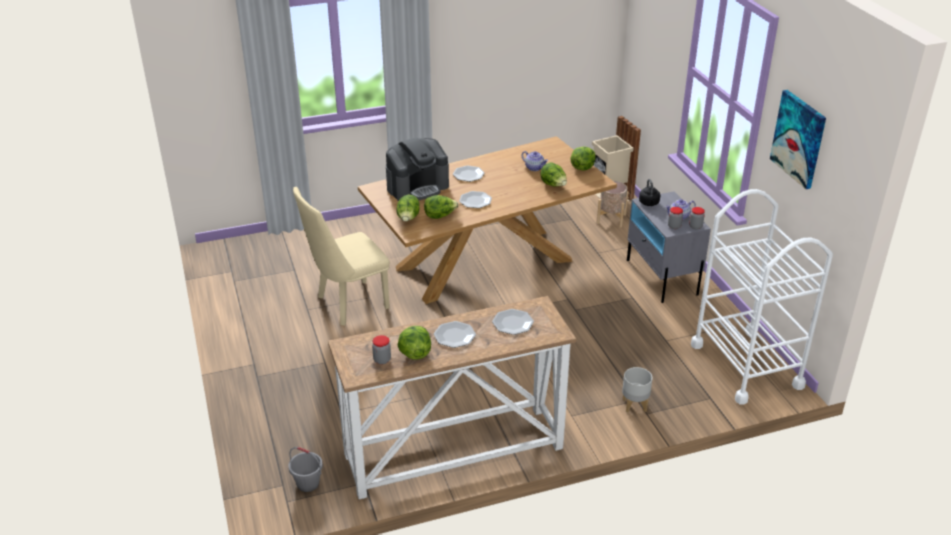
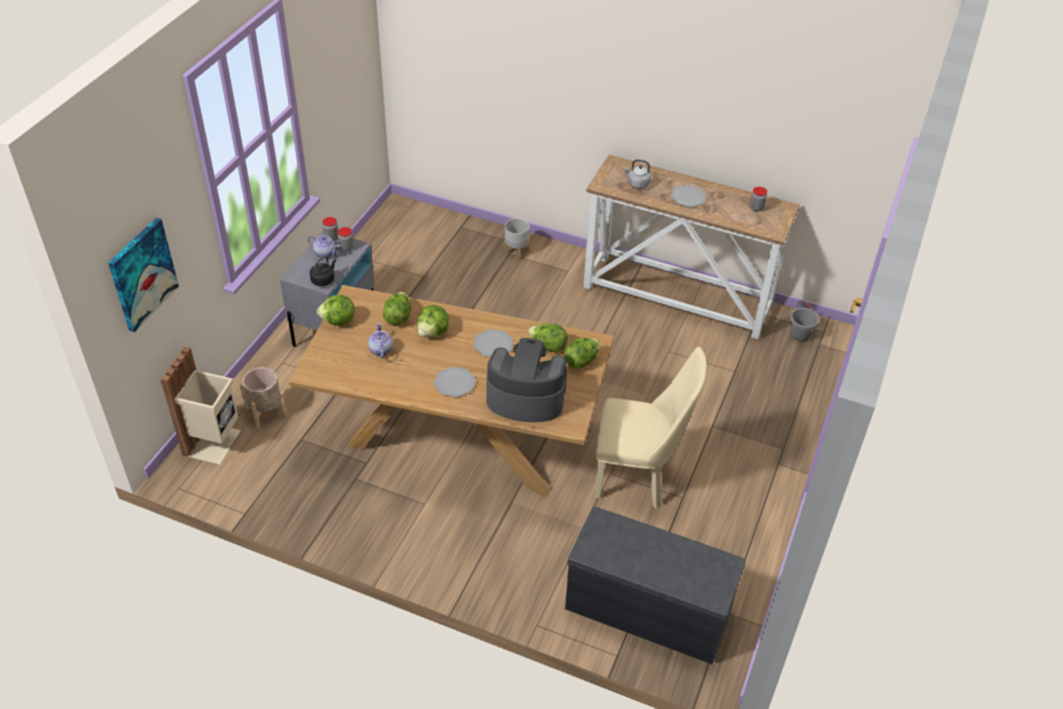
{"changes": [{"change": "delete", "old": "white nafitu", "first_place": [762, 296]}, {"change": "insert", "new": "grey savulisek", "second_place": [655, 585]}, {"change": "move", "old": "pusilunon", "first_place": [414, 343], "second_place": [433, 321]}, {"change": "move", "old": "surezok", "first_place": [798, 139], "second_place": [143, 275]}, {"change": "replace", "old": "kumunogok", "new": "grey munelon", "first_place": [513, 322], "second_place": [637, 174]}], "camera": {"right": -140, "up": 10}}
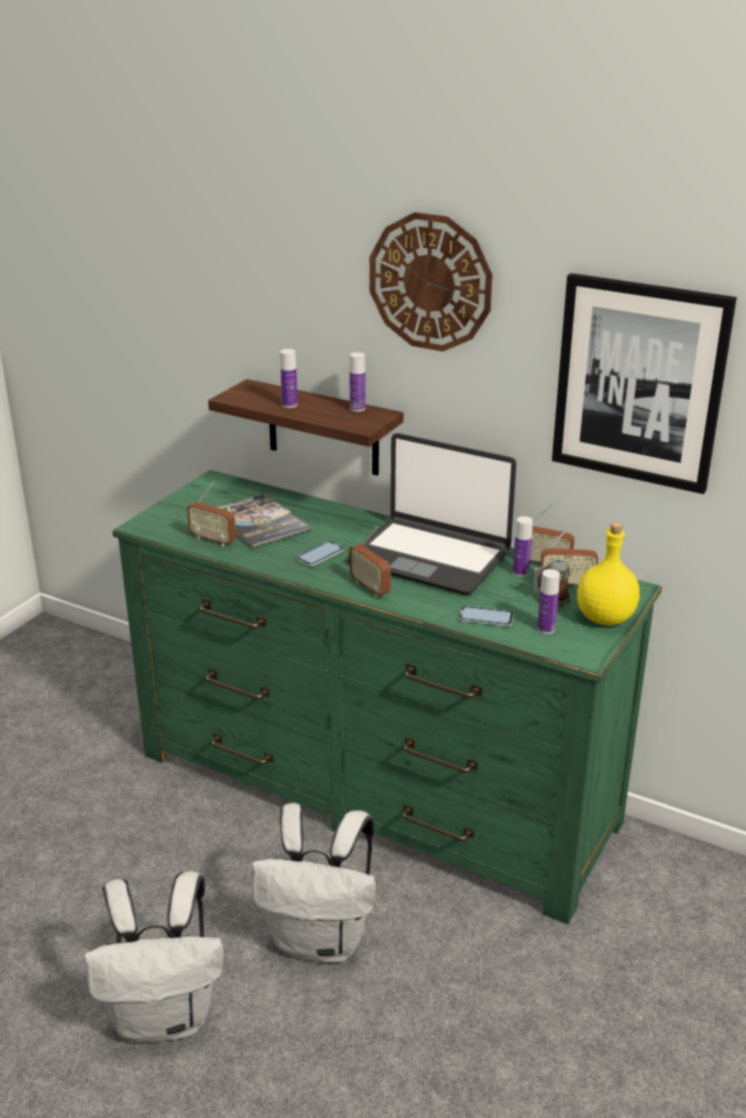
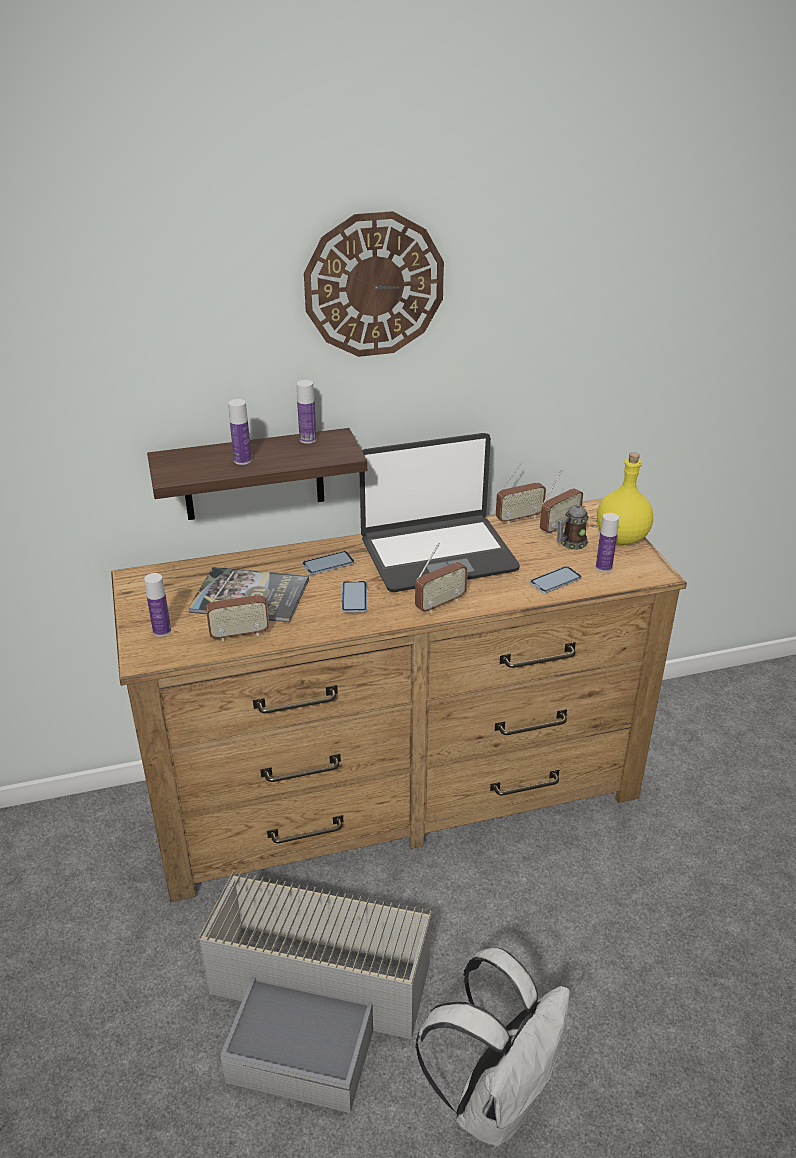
{"changes": [{"change": "delete", "old": "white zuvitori", "first_place": [314, 883]}, {"change": "delete", "old": "surezok", "first_place": [644, 383]}, {"change": "insert", "new": "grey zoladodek", "second_place": [315, 992]}, {"change": "insert", "new": "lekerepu", "second_place": [328, 563]}, {"change": "move", "old": "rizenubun", "first_place": [523, 546], "second_place": [157, 605]}, {"change": "recolor", "old": "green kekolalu", "new": "brown kekolalu", "first_place": [387, 697], "second_place": [399, 700]}, {"change": "rotate", "old": "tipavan", "first_place": [370, 562], "second_place": [441, 578], "degrees": -45}], "camera": {"right": -45, "up": 5}}
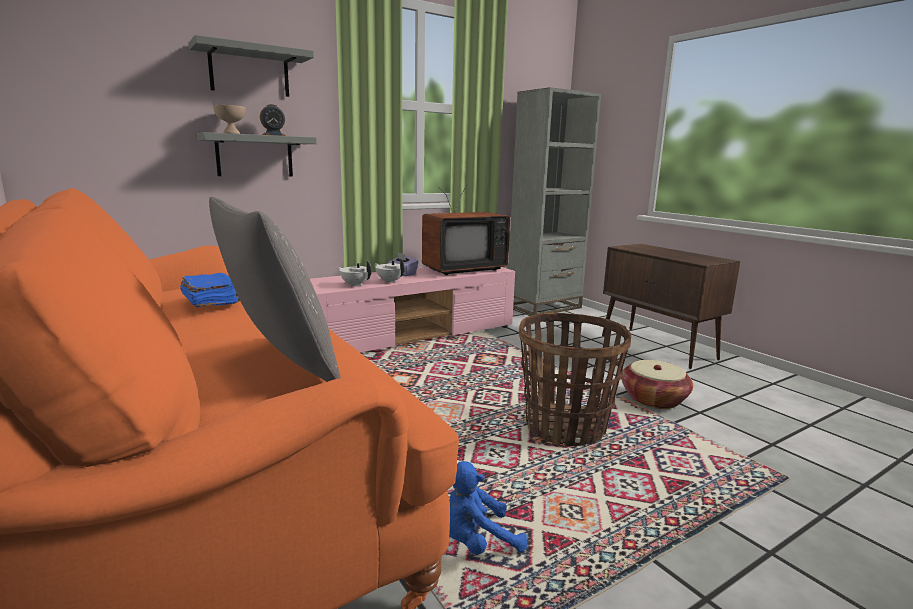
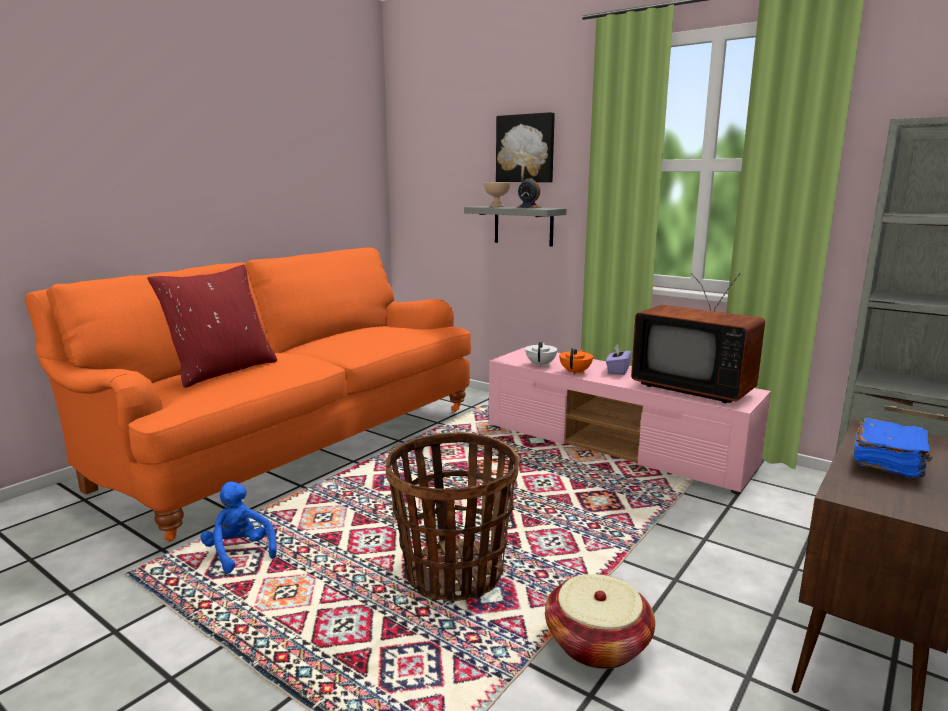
{"changes": [{"change": "move", "old": "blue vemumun", "first_place": [210, 290], "second_place": [893, 448]}, {"change": "replace", "old": "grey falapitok", "new": "surezok", "first_place": [251, 66], "second_place": [525, 147]}, {"change": "recolor", "old": "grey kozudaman", "new": "red kozudaman", "first_place": [275, 289], "second_place": [212, 326]}, {"change": "recolor", "old": "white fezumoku", "new": "orange fezumoku", "first_place": [390, 270], "second_place": [576, 361]}], "camera": {"right": 70, "up": 0}}
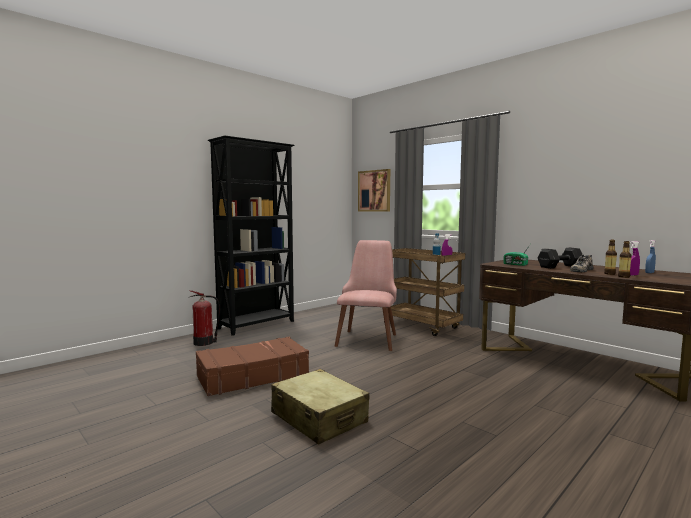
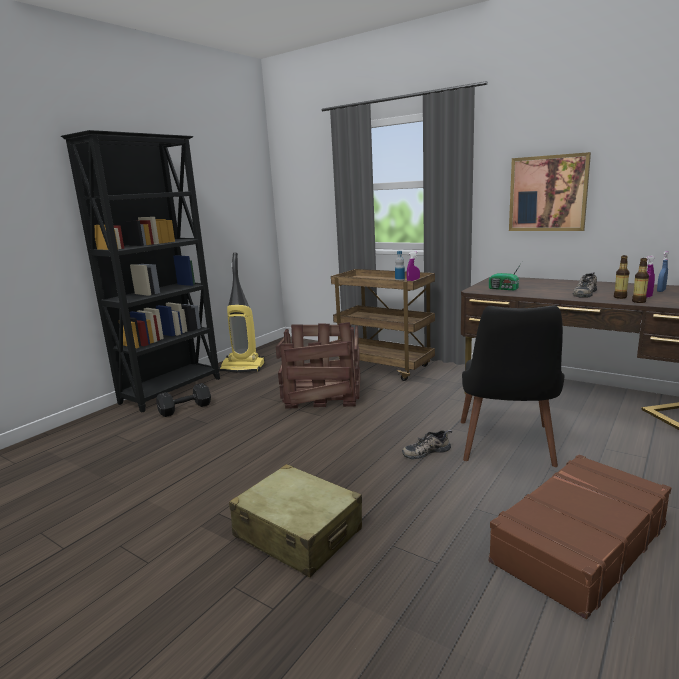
{"changes": [{"change": "delete", "old": "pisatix", "first_place": [204, 318]}, {"change": "insert", "new": "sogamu", "second_place": [242, 313]}, {"change": "insert", "new": "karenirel", "second_place": [427, 444]}, {"change": "insert", "new": "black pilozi", "second_place": [513, 386]}, {"change": "move", "old": "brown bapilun", "first_place": [252, 366], "second_place": [580, 536]}, {"change": "move", "old": "surezok", "first_place": [374, 190], "second_place": [550, 191]}, {"change": "move", "old": "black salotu", "first_place": [560, 258], "second_place": [183, 400]}, {"change": "replace", "old": "pink pilozi", "new": "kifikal", "first_place": [366, 295], "second_place": [318, 365]}], "camera": {"right": -10, "up": 10}}
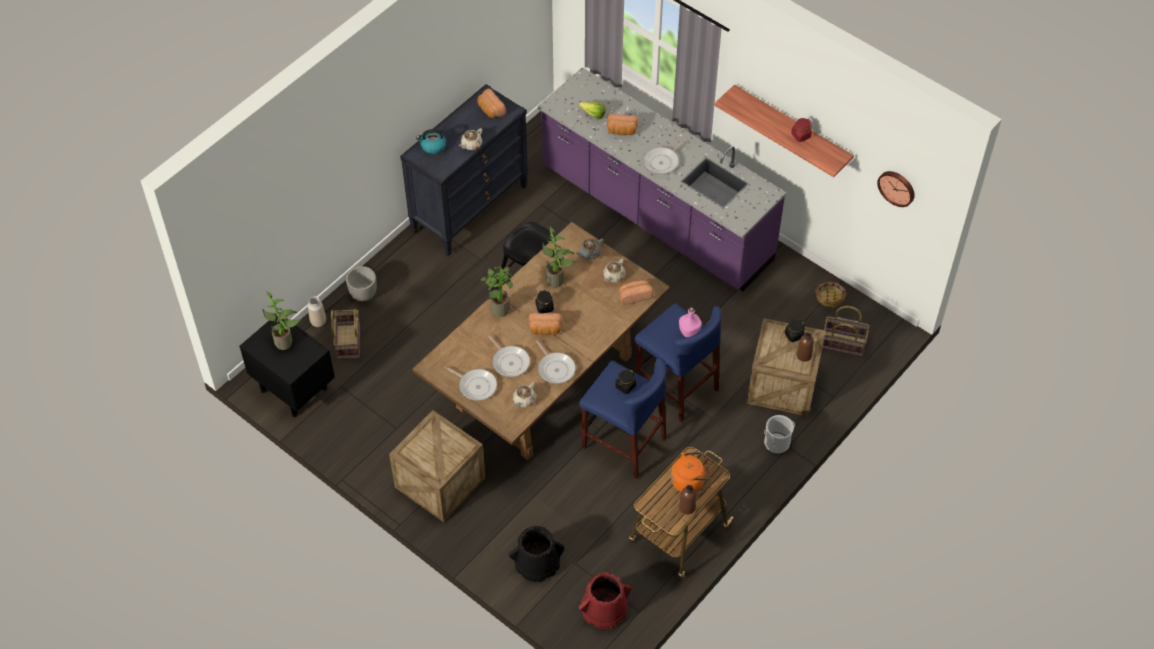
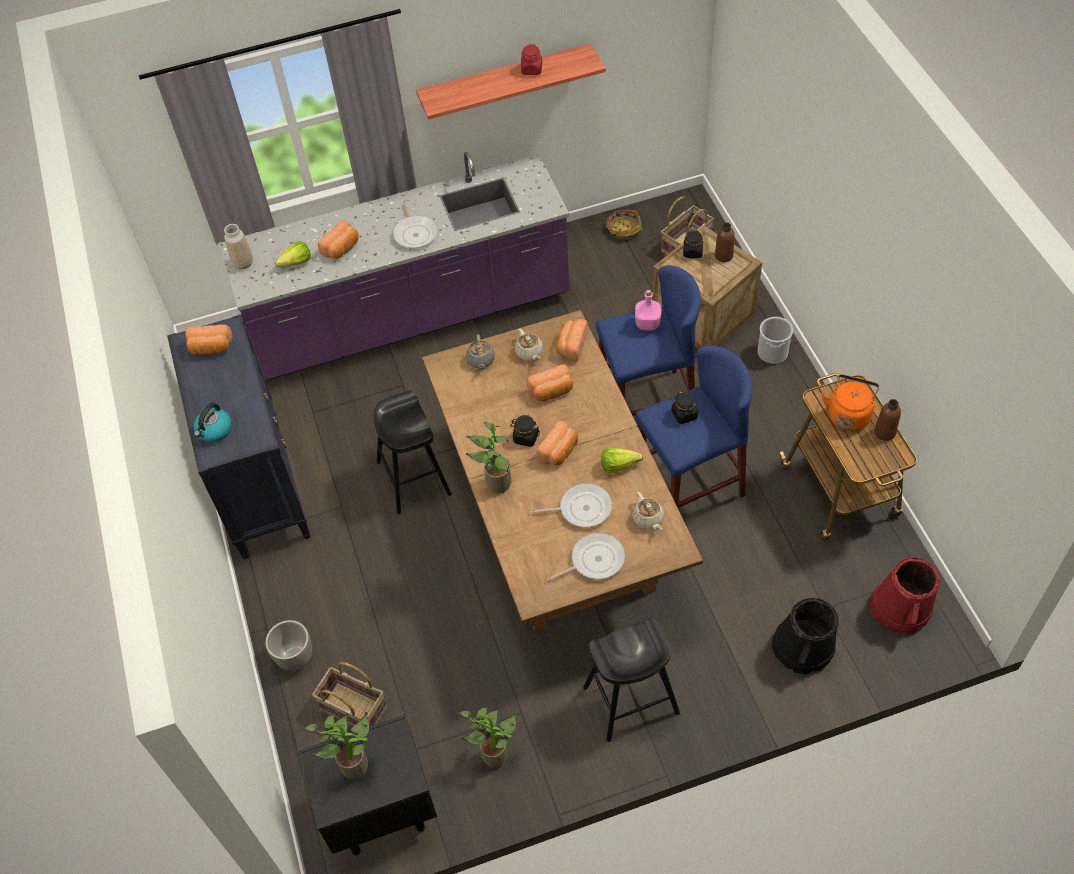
{"changes": [{"change": "delete", "old": "beige fezumoku", "first_place": [471, 139]}, {"change": "delete", "old": "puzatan", "first_place": [896, 189]}, {"change": "insert", "new": "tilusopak", "second_place": [550, 382]}, {"change": "move", "old": "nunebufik", "first_place": [317, 311], "second_place": [238, 246]}, {"change": "move", "old": "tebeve", "first_place": [559, 257], "second_place": [487, 737]}, {"change": "replace", "old": "kifikal", "new": "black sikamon", "first_place": [437, 466], "second_place": [631, 680]}, {"change": "replace", "old": "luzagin", "new": "pusilunon", "first_place": [556, 362], "second_place": [622, 461]}], "camera": {"right": -55, "up": 0}}
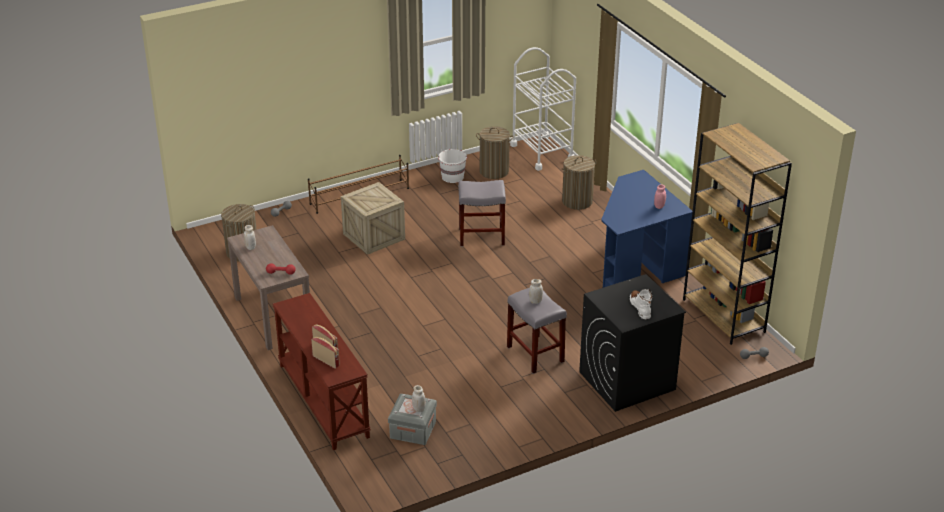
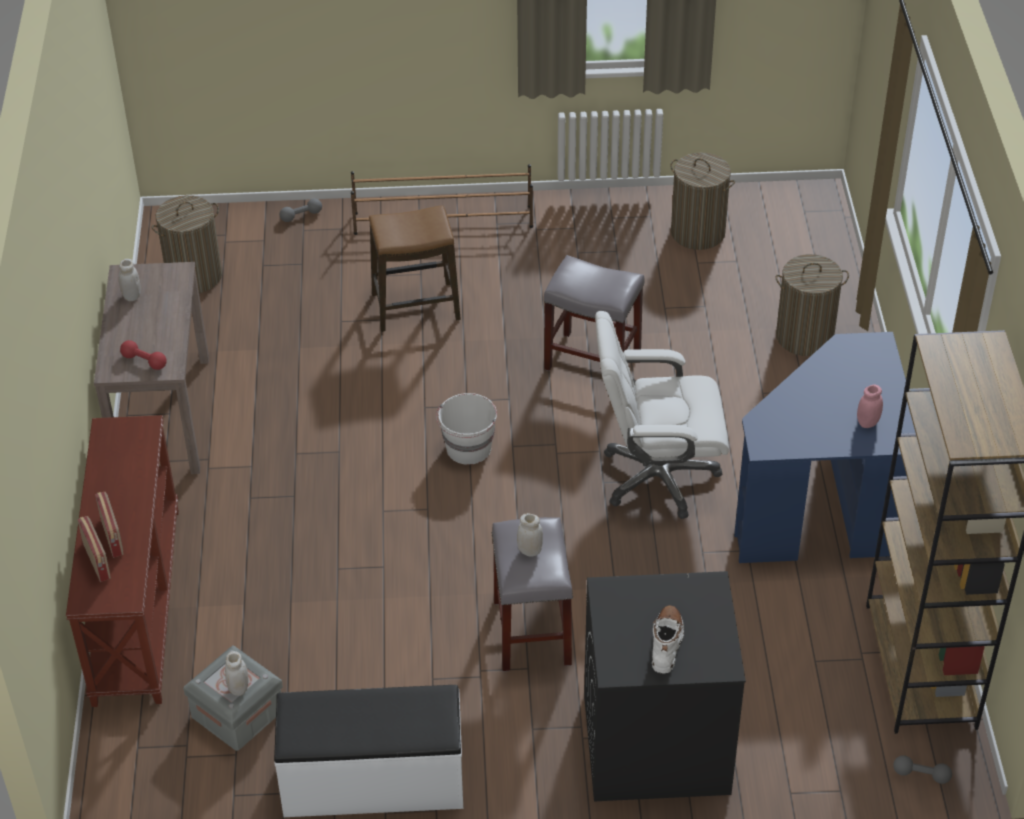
{"changes": [{"change": "delete", "old": "white nafitu", "first_place": [543, 109]}, {"change": "insert", "new": "white savulisek", "second_place": [368, 751]}, {"change": "insert", "new": "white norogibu", "second_place": [662, 415]}, {"change": "move", "old": "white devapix", "first_place": [452, 166], "second_place": [466, 429]}, {"change": "replace", "old": "kifikal", "new": "sikamon", "first_place": [373, 218], "second_place": [415, 268]}], "camera": {"right": 25, "up": 10}}
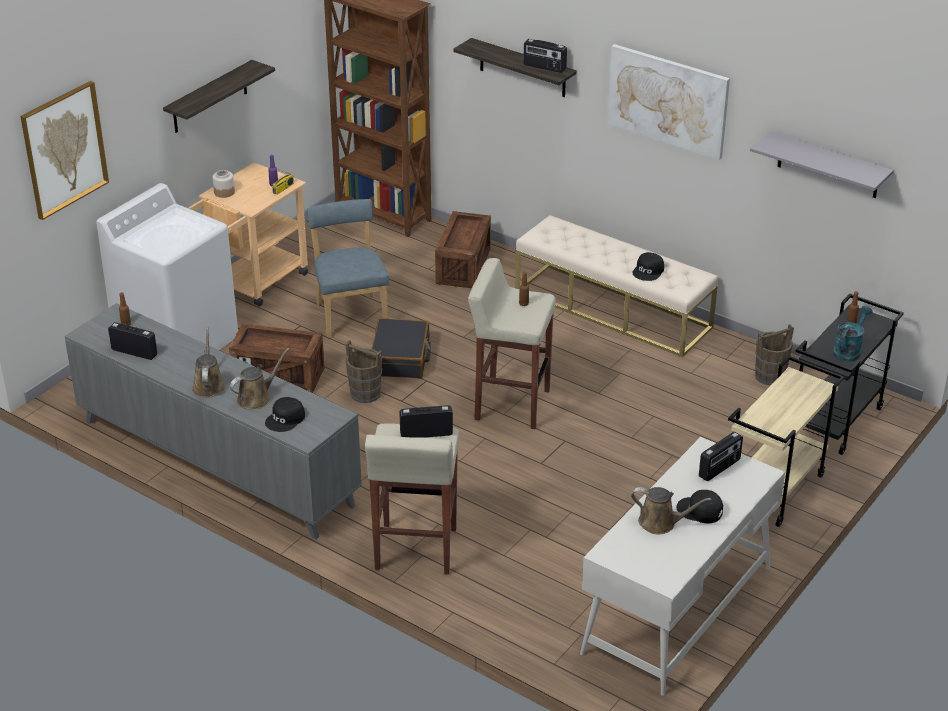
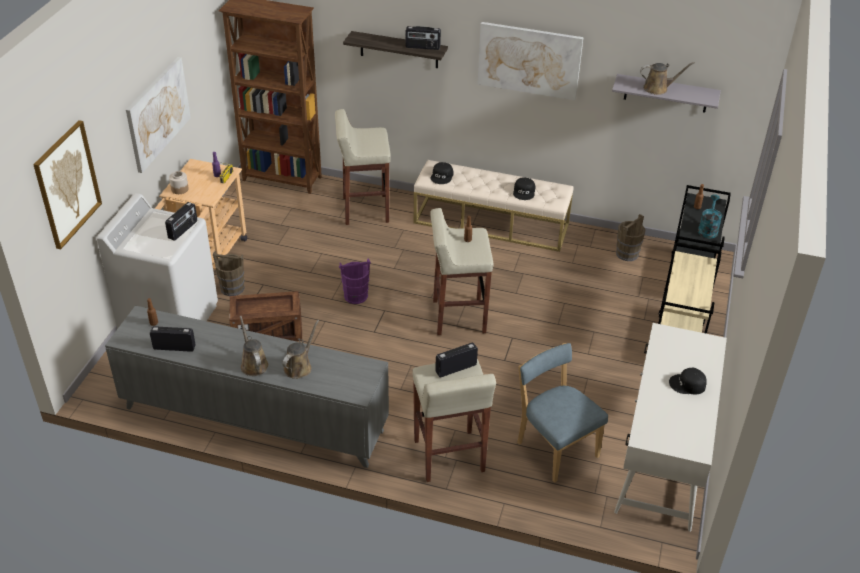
{"changes": [{"change": "move", "old": "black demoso", "first_place": [285, 414], "second_place": [442, 173]}, {"change": "move", "old": "blue pilozi", "first_place": [348, 268], "second_place": [562, 413]}, {"change": "move", "old": "brown devapix", "first_place": [363, 371], "second_place": [229, 273]}, {"change": "move", "old": "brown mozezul", "first_place": [671, 510], "second_place": [667, 78]}, {"change": "move", "old": "tipavan", "first_place": [721, 456], "second_place": [181, 221]}, {"change": "replace", "old": "falapitok", "new": "surezok", "first_place": [219, 96], "second_place": [158, 115]}, {"change": "replace", "old": "black bapilun", "new": "purple devapix", "first_place": [401, 348], "second_place": [355, 281]}, {"change": "replace", "old": "kifikal", "new": "beige sikamon", "first_place": [463, 249], "second_place": [363, 167]}], "camera": {"right": -20, "up": 5}}
